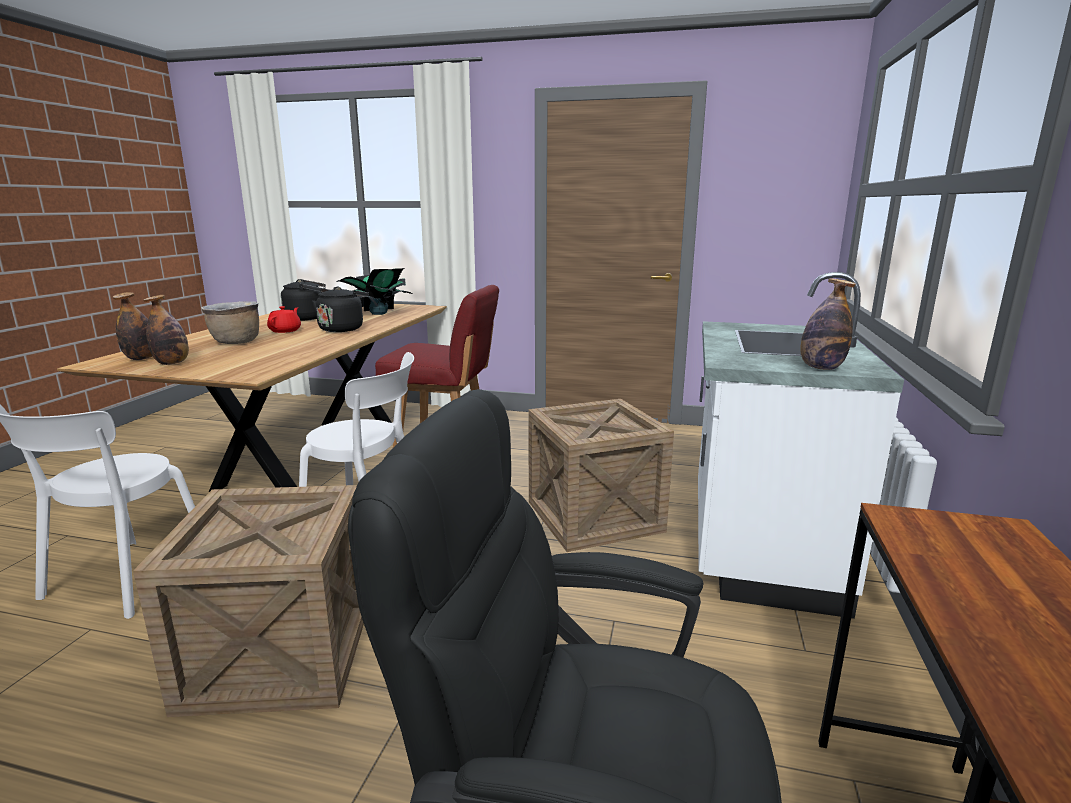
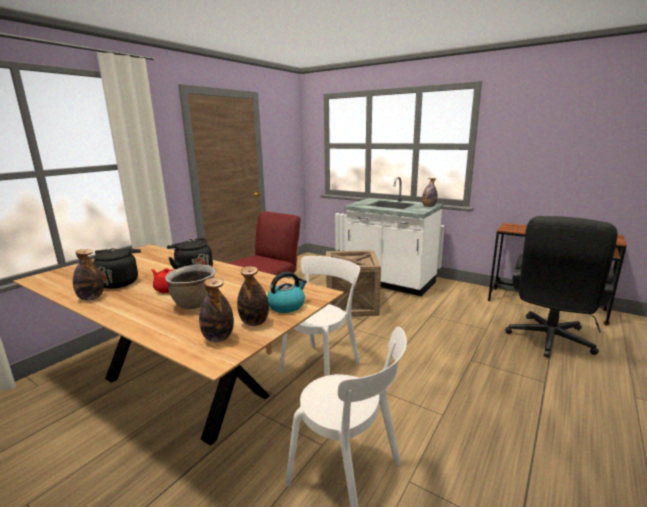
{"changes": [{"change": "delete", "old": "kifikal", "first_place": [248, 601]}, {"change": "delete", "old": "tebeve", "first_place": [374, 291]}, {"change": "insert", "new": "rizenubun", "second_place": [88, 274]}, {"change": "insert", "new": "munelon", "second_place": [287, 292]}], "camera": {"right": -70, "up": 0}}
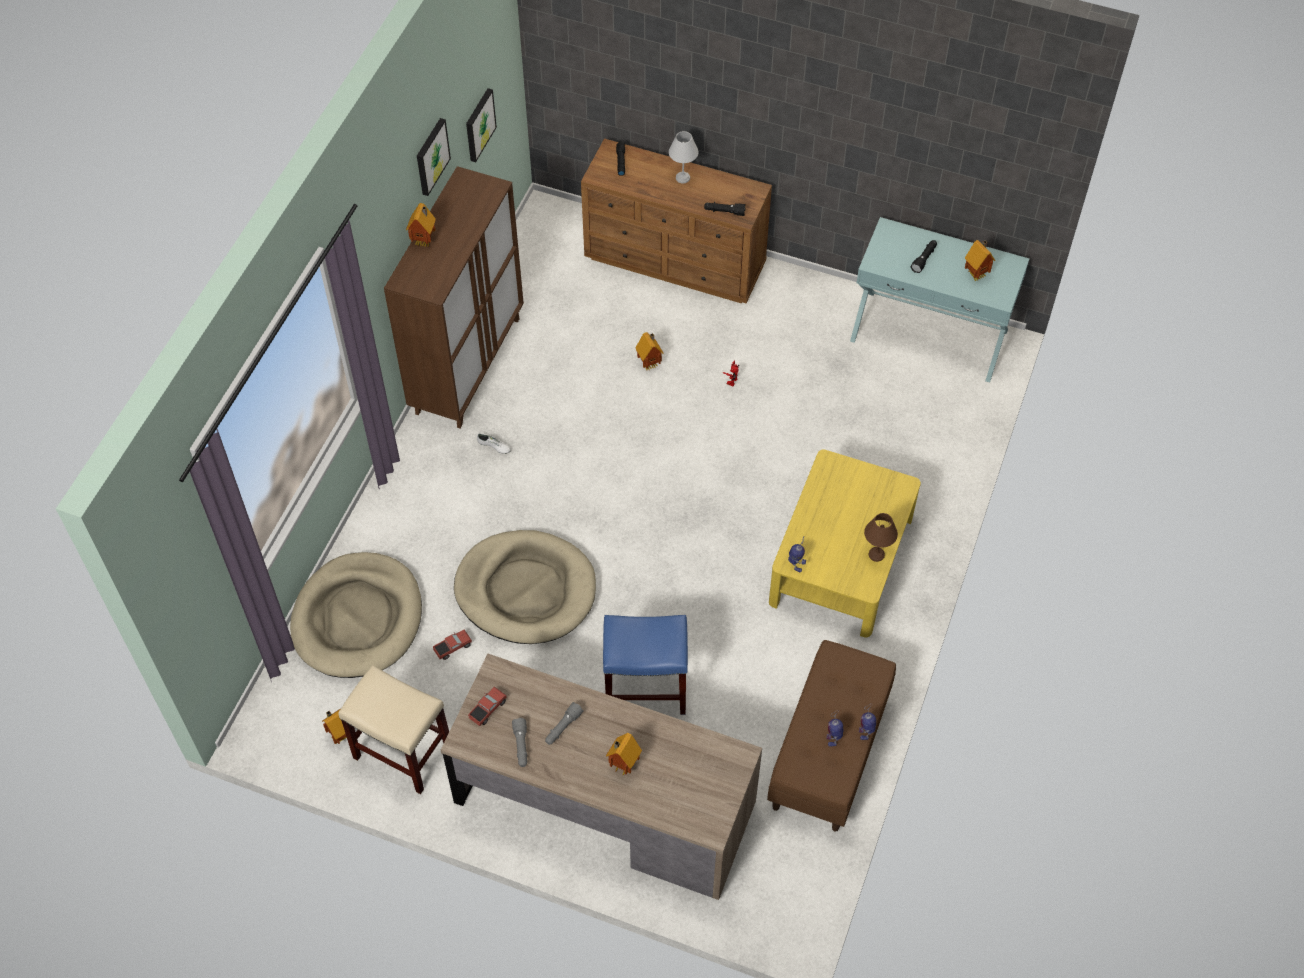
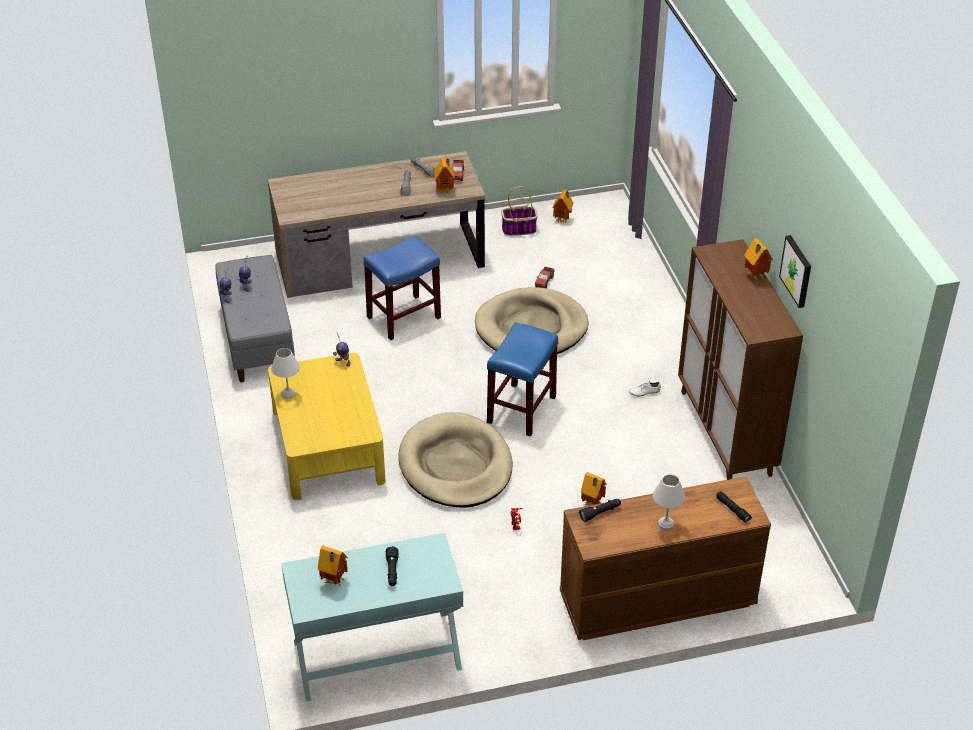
{"changes": [{"change": "delete", "old": "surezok", "first_place": [481, 125]}, {"change": "insert", "new": "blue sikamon", "second_place": [522, 380]}, {"change": "move", "old": "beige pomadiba", "first_place": [356, 615], "second_place": [455, 460]}, {"change": "move", "old": "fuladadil", "first_place": [624, 754], "second_place": [444, 175]}, {"change": "replace", "old": "beige sikamon", "new": "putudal", "first_place": [393, 729], "second_place": [519, 211]}, {"change": "recolor", "old": "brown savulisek", "new": "grey savulisek", "first_place": [831, 736], "second_place": [255, 318]}, {"change": "recolor", "old": "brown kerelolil", "new": "white kerelolil", "first_place": [881, 537], "second_place": [285, 373]}], "camera": {"right": 145, "up": -15}}
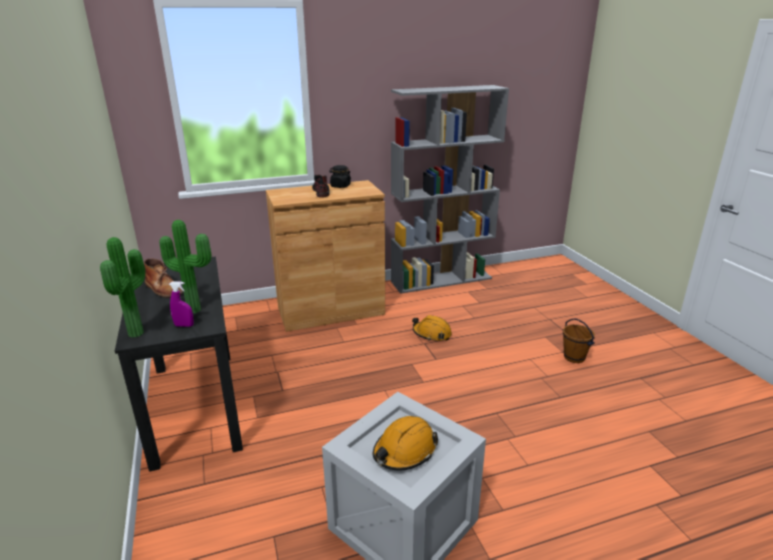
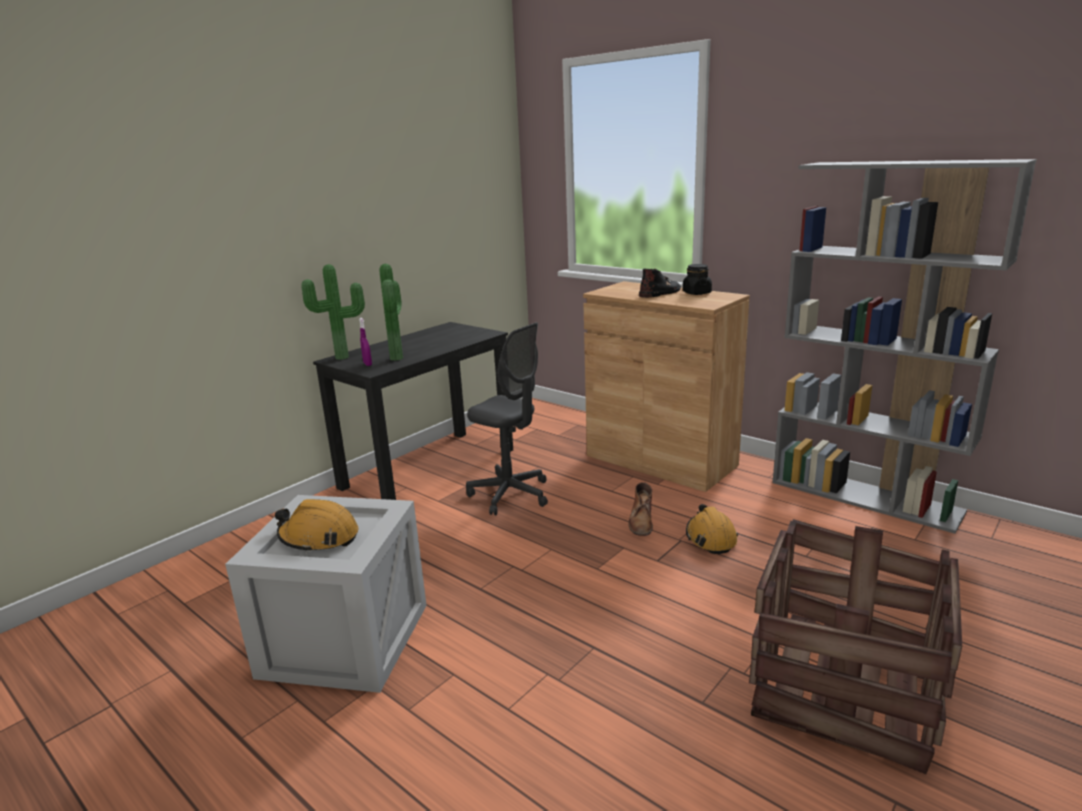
{"changes": [{"change": "insert", "new": "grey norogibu", "second_place": [507, 418]}, {"change": "move", "old": "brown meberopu", "first_place": [163, 278], "second_place": [640, 509]}, {"change": "replace", "old": "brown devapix", "new": "kifikal", "first_place": [578, 340], "second_place": [855, 646]}], "camera": {"right": 60, "up": -5}}
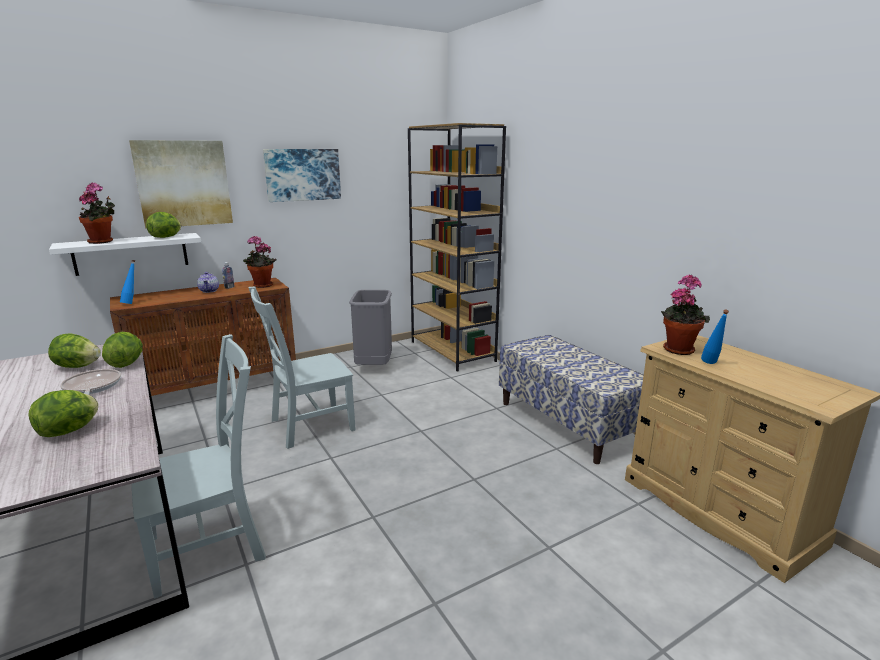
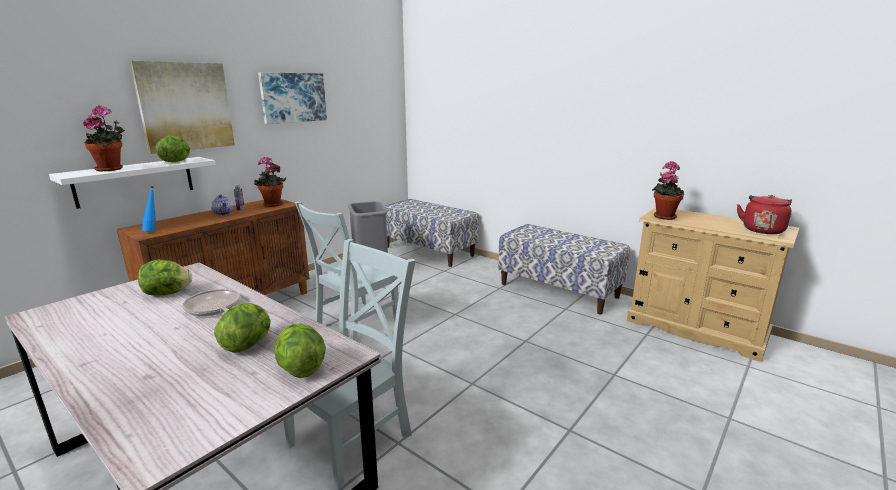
{"changes": [{"change": "delete", "old": "blue rizenubun", "first_place": [715, 337]}, {"change": "insert", "new": "red munelon", "second_place": [764, 214]}, {"change": "move", "old": "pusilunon", "first_place": [122, 350], "second_place": [300, 350]}, {"change": "replace", "old": "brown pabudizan", "new": "savulisek", "first_place": [457, 247], "second_place": [431, 233]}], "camera": {"right": -20, "up": 0}}
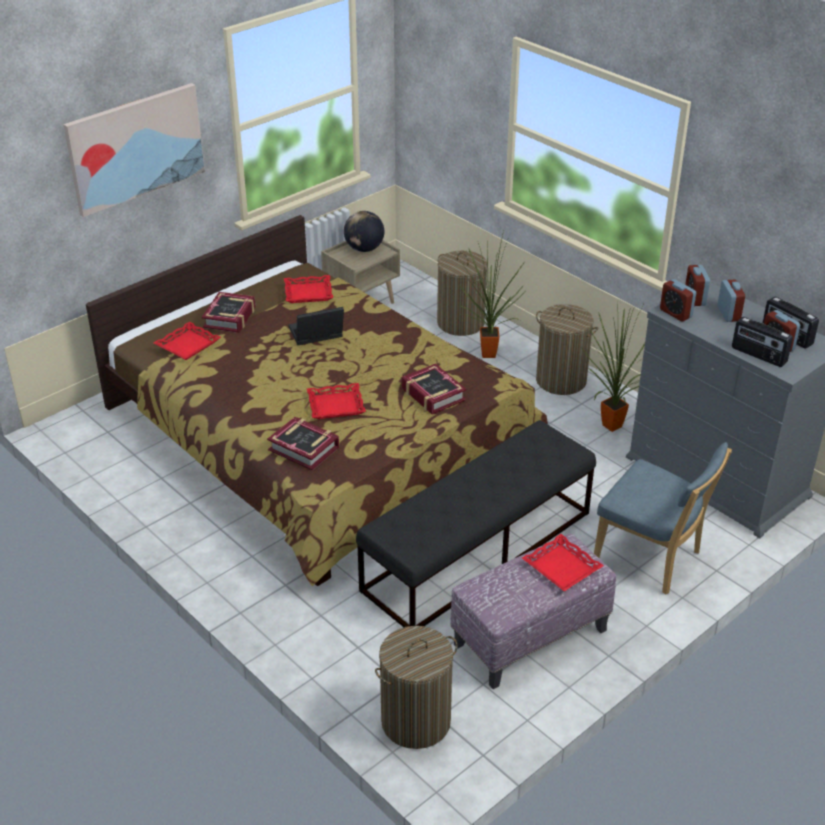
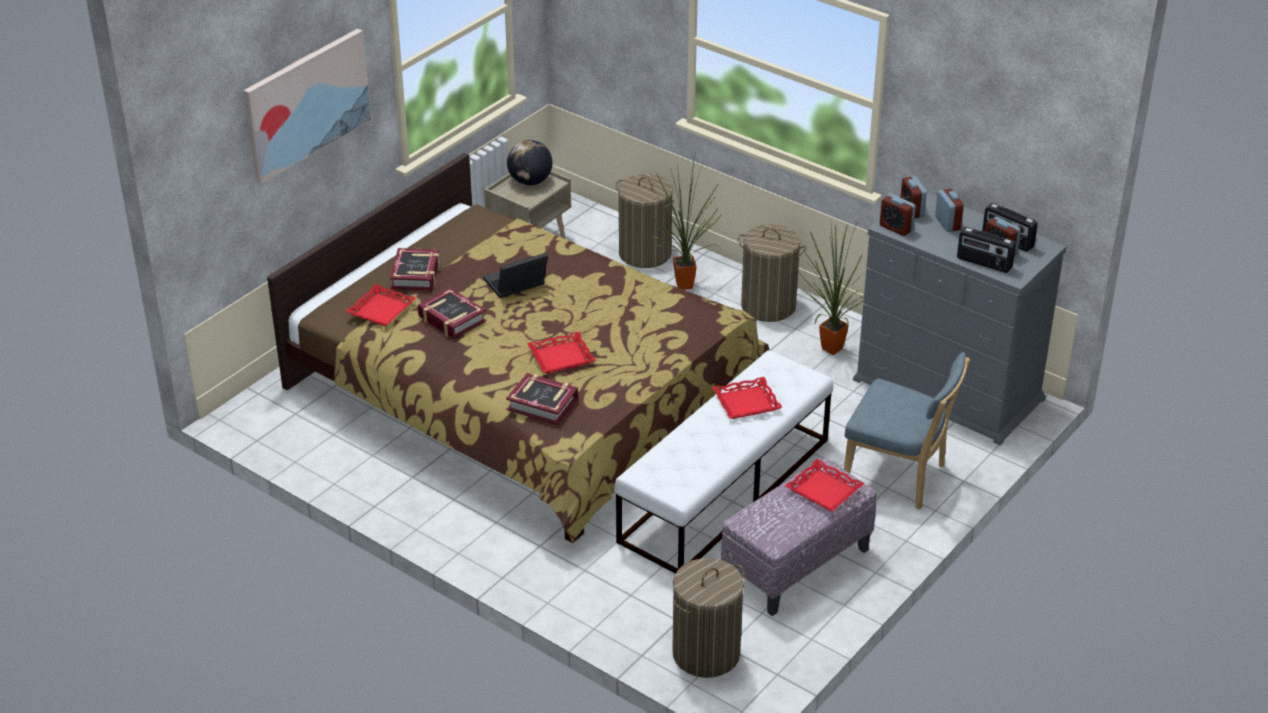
{"changes": [{"change": "move", "old": "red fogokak", "first_place": [308, 289], "second_place": [747, 398]}, {"change": "move", "old": "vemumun", "first_place": [434, 389], "second_place": [452, 313]}, {"change": "recolor", "old": "black savulisek", "new": "white savulisek", "first_place": [476, 523], "second_place": [723, 462]}], "camera": {"right": -10, "up": 0}}
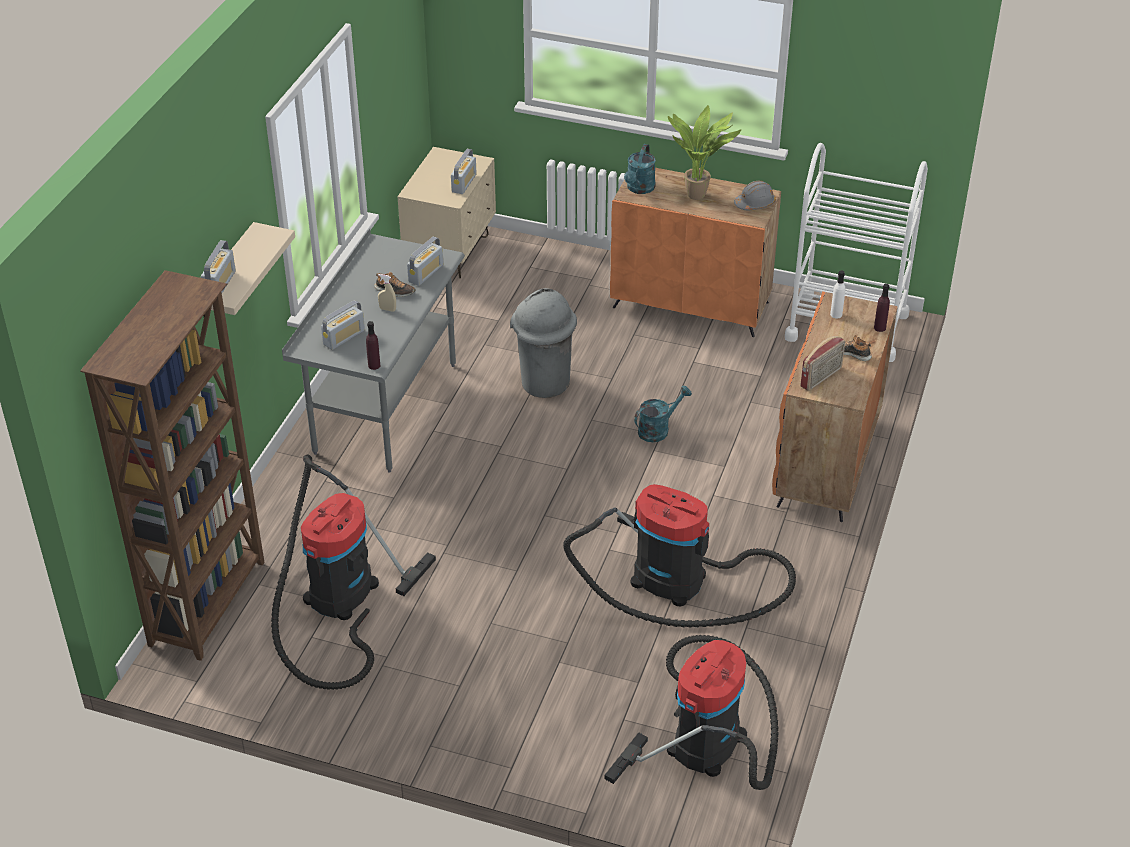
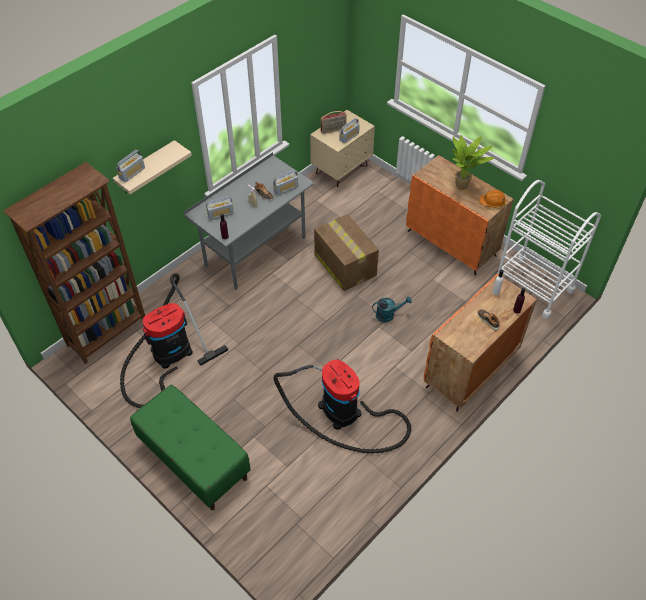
{"changes": [{"change": "delete", "old": "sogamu", "first_place": [691, 712]}, {"change": "delete", "old": "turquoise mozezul", "first_place": [640, 169]}, {"change": "insert", "new": "green savulisek", "second_place": [190, 447]}, {"change": "move", "old": "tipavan", "first_place": [822, 363], "second_place": [333, 122]}, {"change": "replace", "old": "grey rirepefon", "new": "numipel", "first_place": [543, 343], "second_place": [346, 252]}, {"change": "recolor", "old": "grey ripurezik", "new": "orange ripurezik", "first_place": [755, 195], "second_place": [492, 198]}], "camera": {"right": 25, "up": 10}}
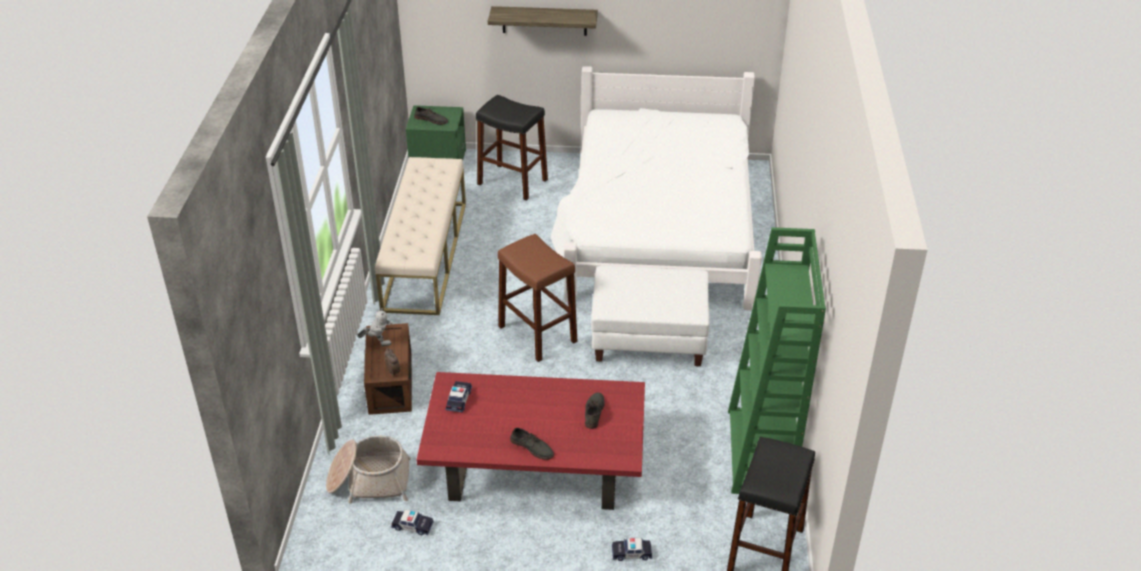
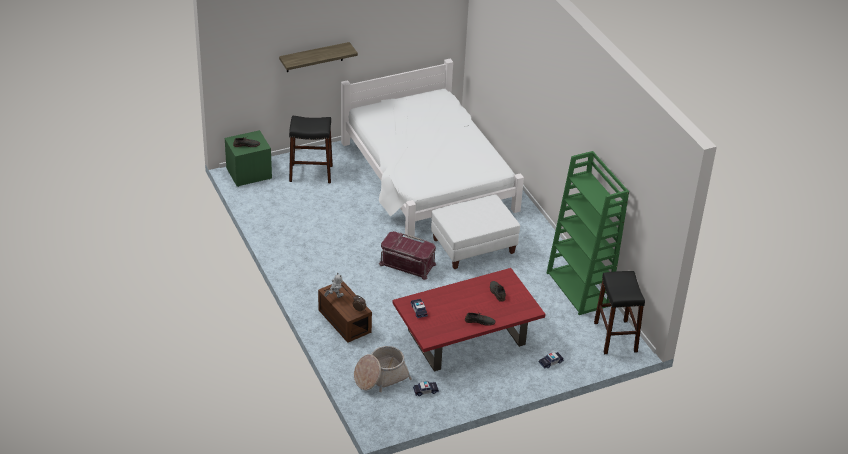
{"changes": [{"change": "delete", "old": "beige savulisek", "first_place": [420, 236]}, {"change": "replace", "old": "brown sikamon", "new": "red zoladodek", "first_place": [538, 298], "second_place": [407, 255]}], "camera": {"right": -30, "up": 0}}
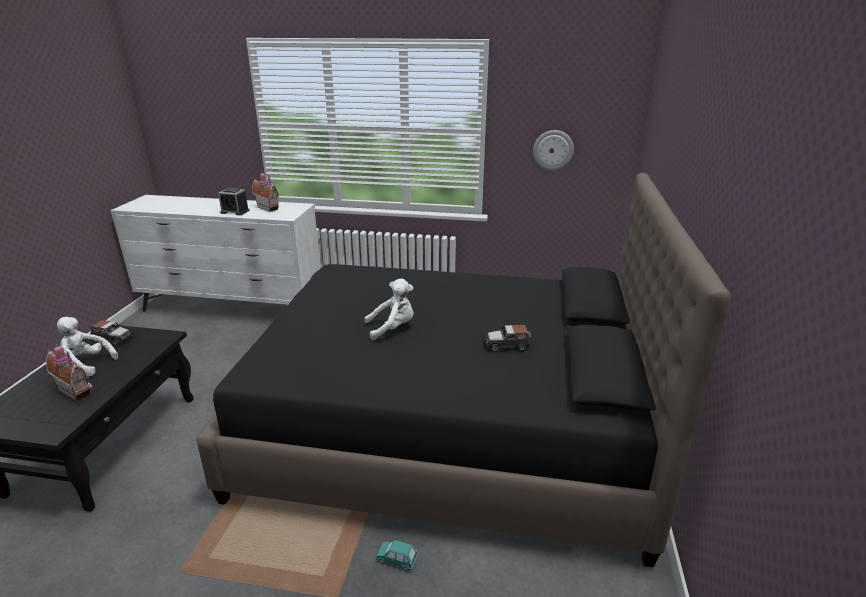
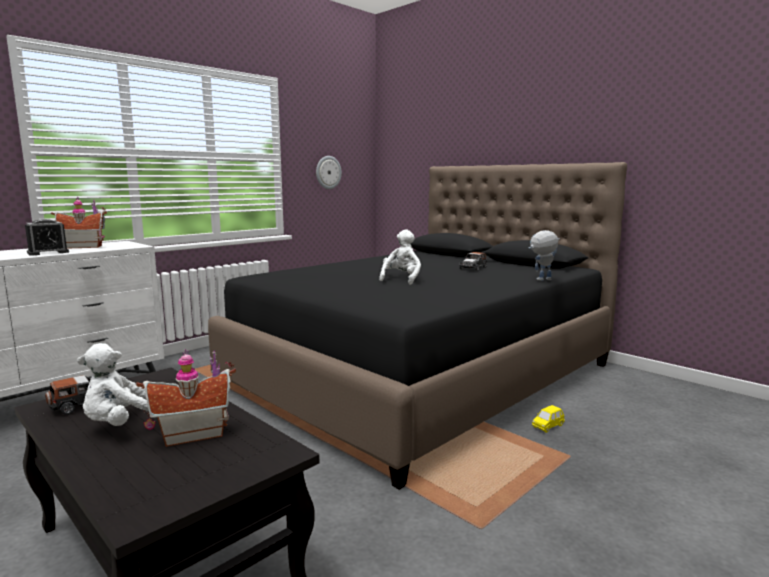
{"changes": [{"change": "insert", "new": "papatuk", "second_place": [544, 255]}, {"change": "recolor", "old": "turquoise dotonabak", "new": "yellow dotonabak", "first_place": [397, 556], "second_place": [548, 419]}], "camera": {"right": -55, "up": -15}}
